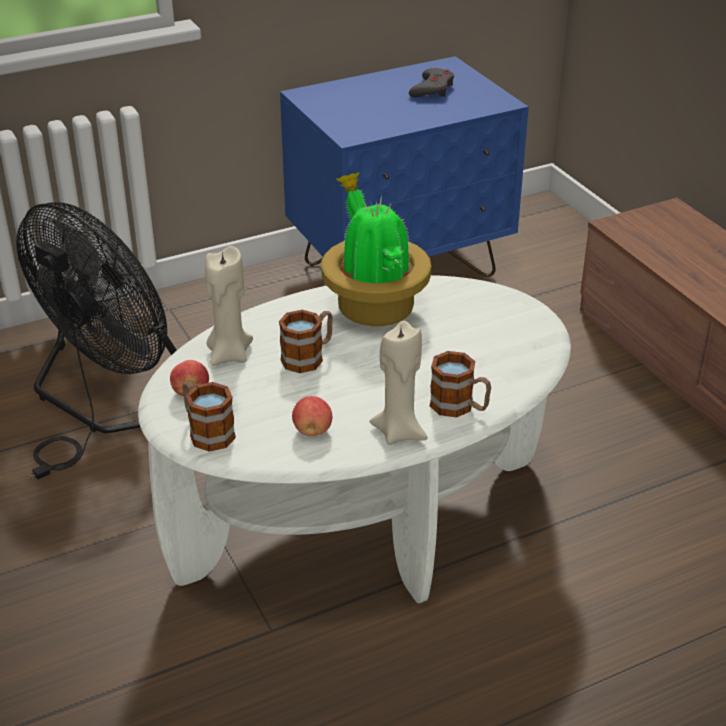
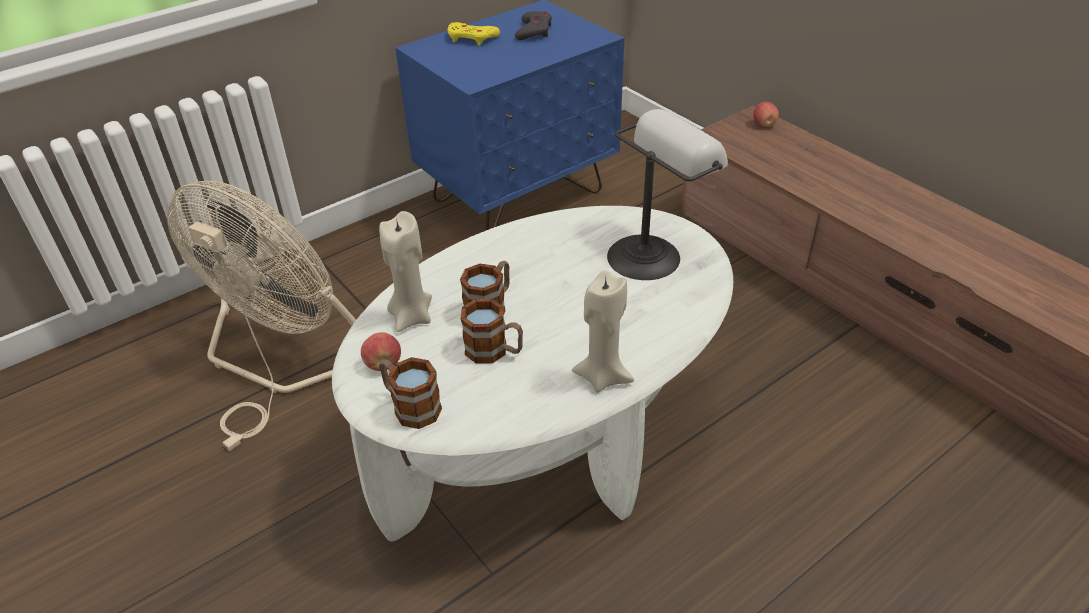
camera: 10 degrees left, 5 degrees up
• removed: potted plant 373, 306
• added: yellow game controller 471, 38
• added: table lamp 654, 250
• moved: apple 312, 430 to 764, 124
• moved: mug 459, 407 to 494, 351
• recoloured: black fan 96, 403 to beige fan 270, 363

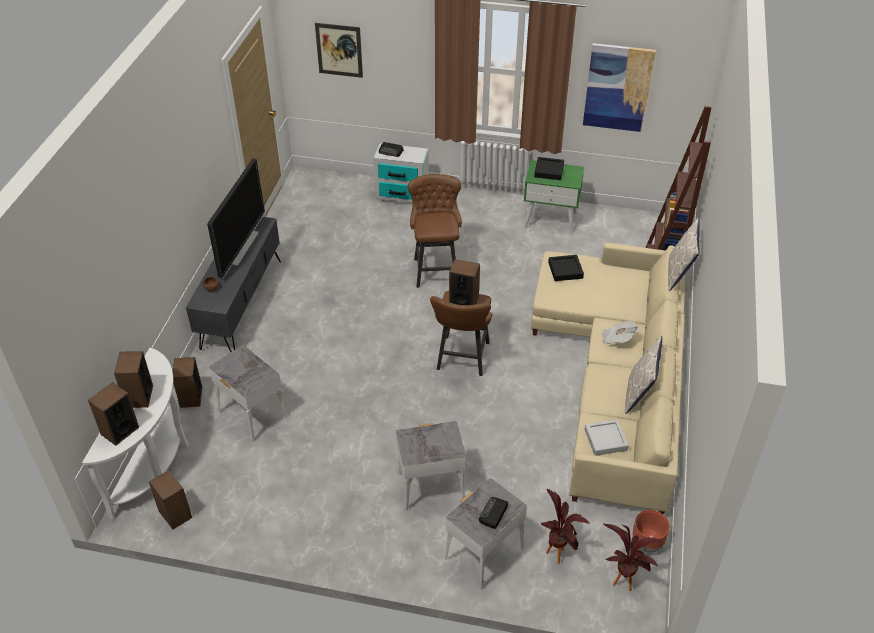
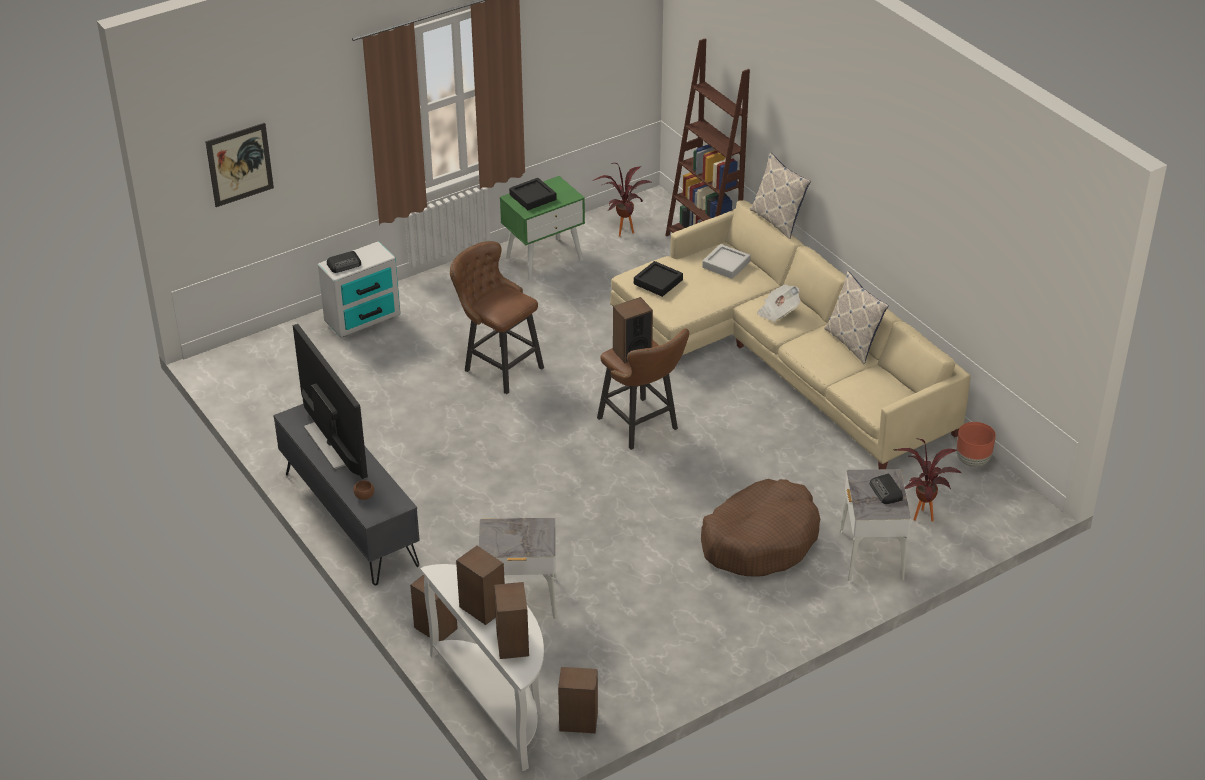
camera: 45 degrees left, 5 degrees down
• removed: picture 618, 87
• moved: grey tray 605, 440 to 726, 264
• moved: potted plant 623, 578 to 621, 230
• replaced: side table 429, 486 to brown dog bed 760, 540

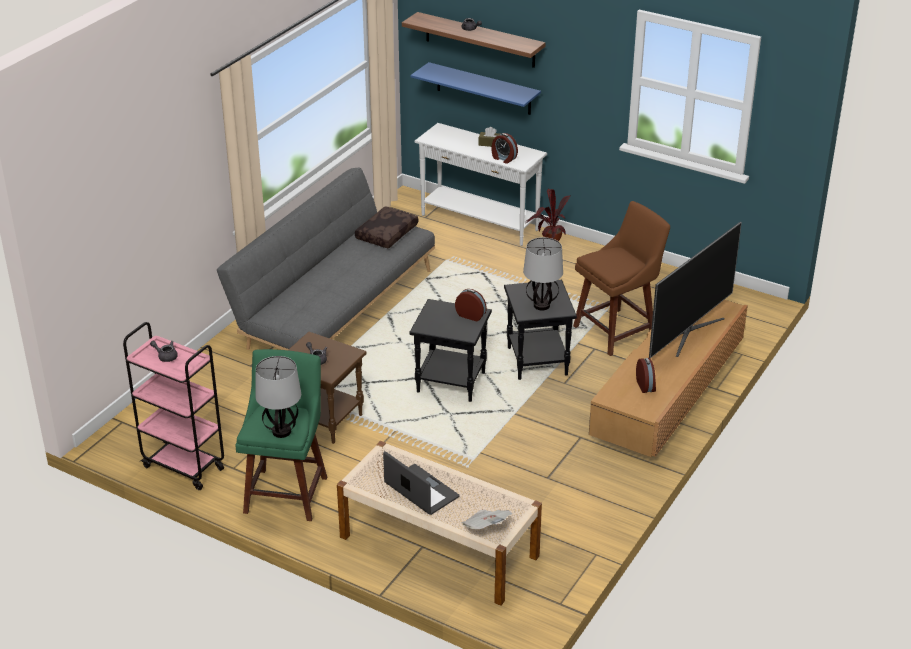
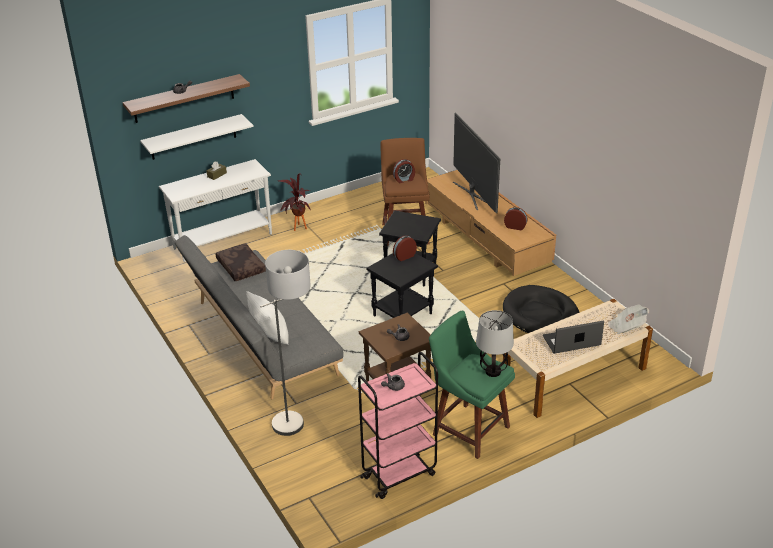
camera: 60 degrees left, 0 degrees up
• removed: table lamp 541, 306
• added: white pillow 270, 334
• added: grey floor lamp 296, 421
• added: black dog bed 541, 315
• moved: alarm clock 503, 158 to 404, 179
• recoloured: blue shelf 483, 89 to white shelf 193, 137

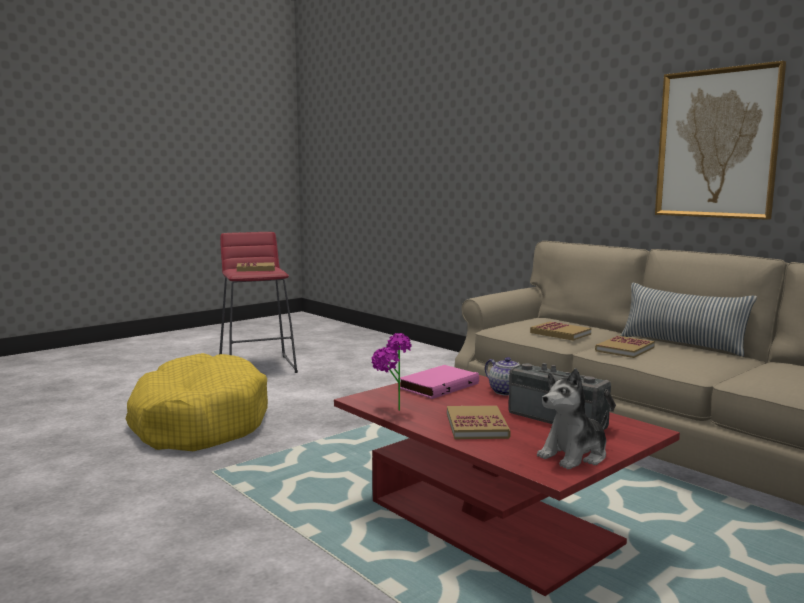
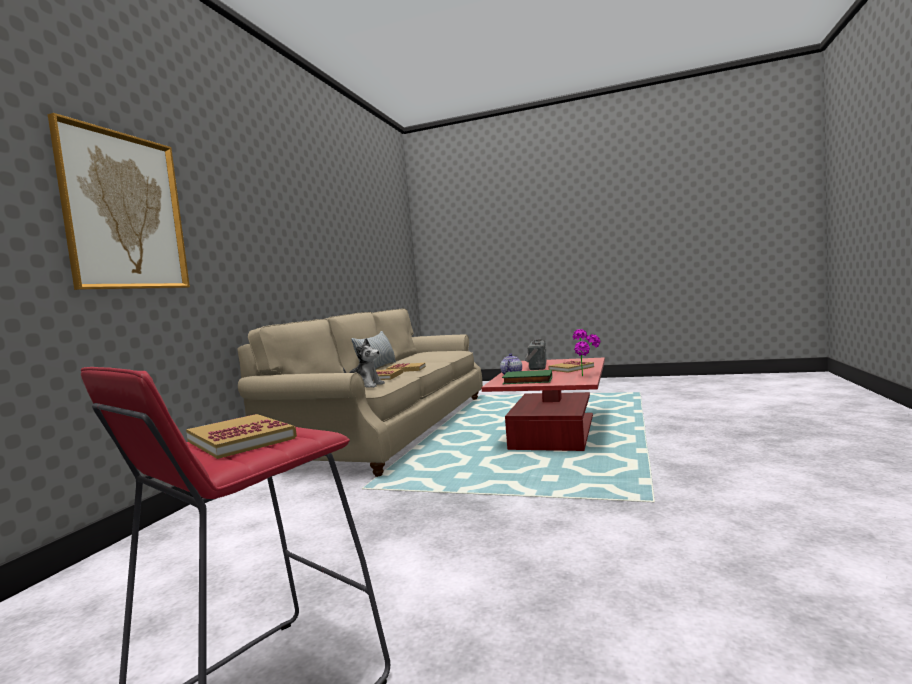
camera: 120 degrees left, 5 degrees down
• removed: yellow dog bed 199, 422
• moved: plush toy 574, 455 to 365, 385
• moved: picture 717, 144 to 124, 212
• recoloured: pink book 438, 385 to green book 527, 381

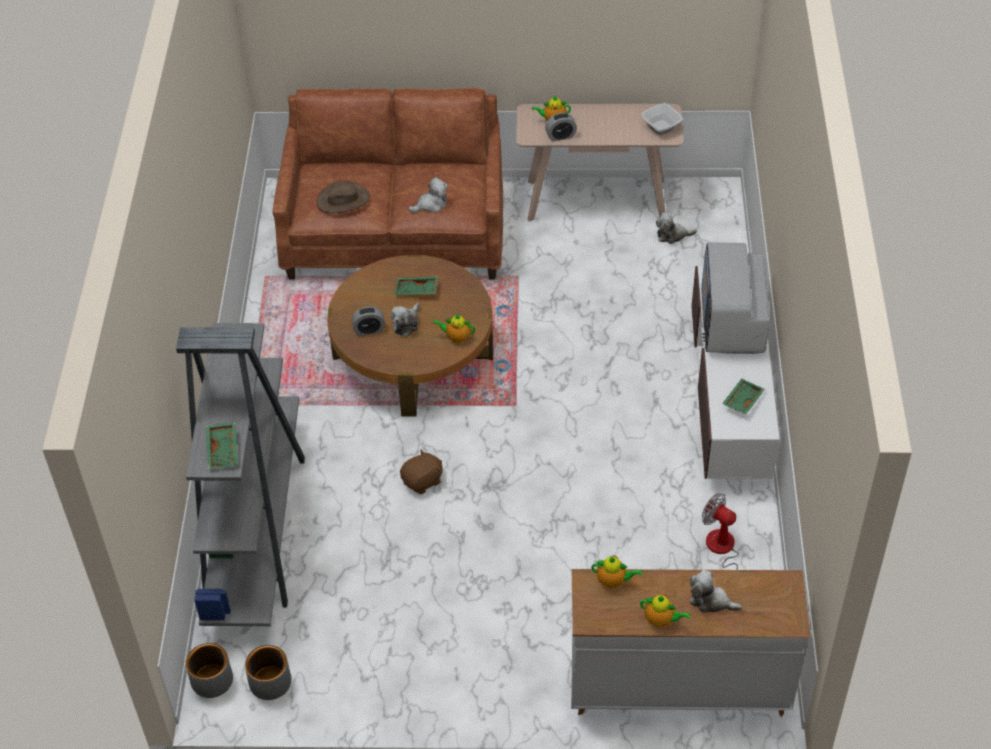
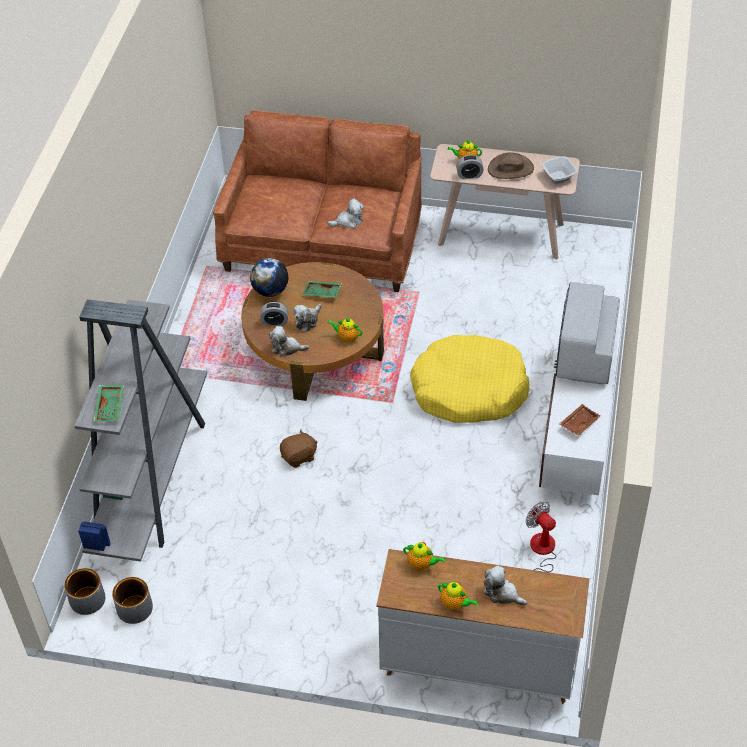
camera: 10 degrees right, 0 degrees up
• added: globe 270, 291
• added: yellow dog bed 469, 389
• moved: brown hat 343, 200 to 510, 168
• moved: plush toy 672, 235 to 287, 348
• recoloured: green tray 742, 400 to brown tray 578, 423

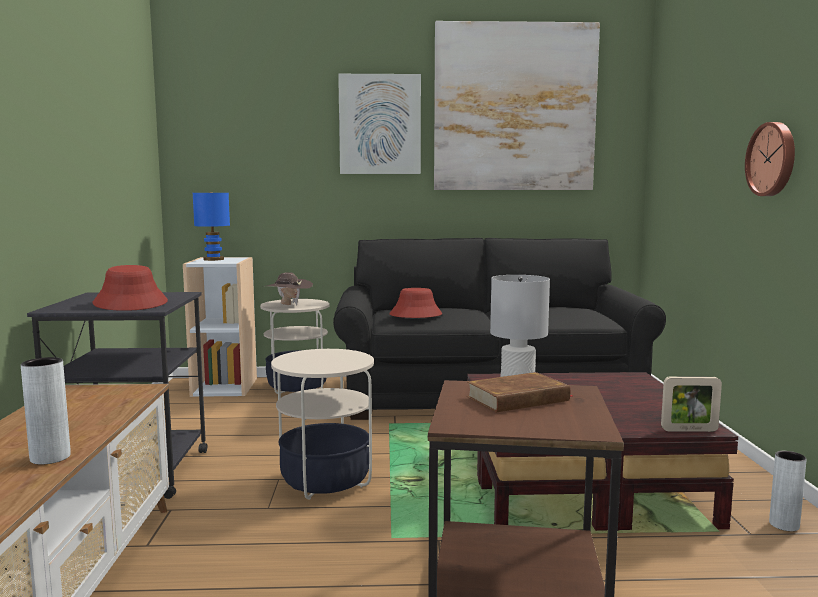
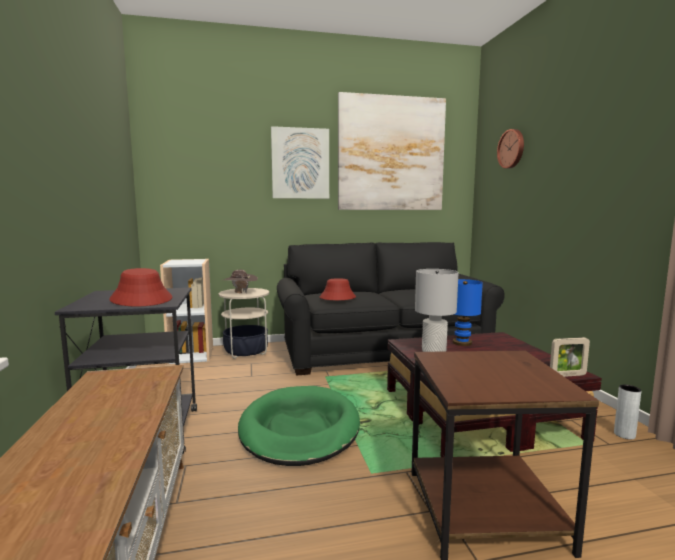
camera: 10 degrees left, 0 degrees up
• removed: grey vase 50, 457
• removed: brown book 518, 399
• moved: blue table lamp 213, 259 to 462, 343
• moved: wall clock 773, 159 to 512, 149
• replaced: beige side table 325, 482 to green dog bed 299, 429

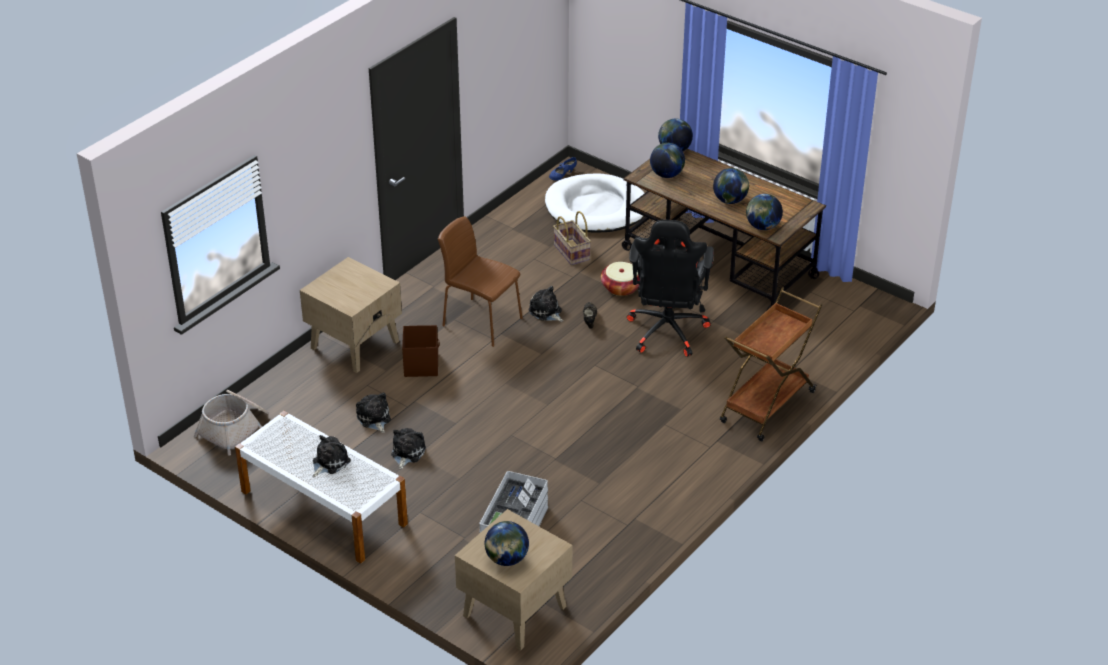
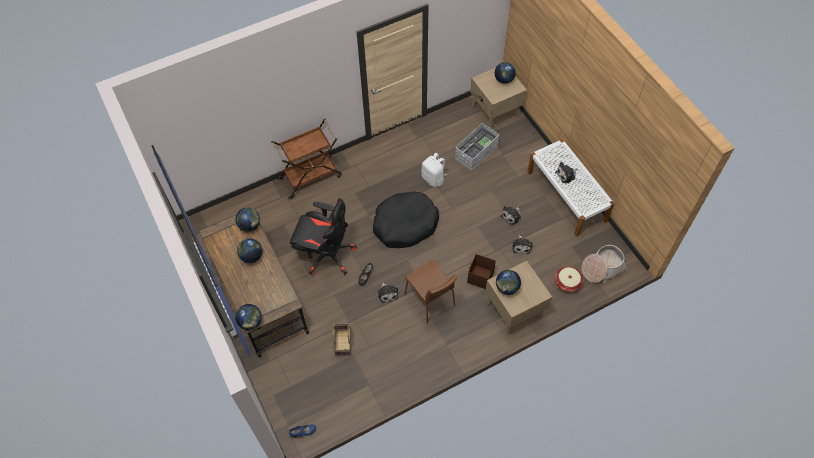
camera: 155 degrees left, 20 degrees up
• removed: white dog bed 596, 208
• added: black dog bed 405, 224
• added: white backpack 433, 179
• moved: basket 621, 287 to 567, 283
• moved: globe 666, 175 to 507, 288
• turned: black office chair 668, 326 = 324, 254 75 degrees clockwise

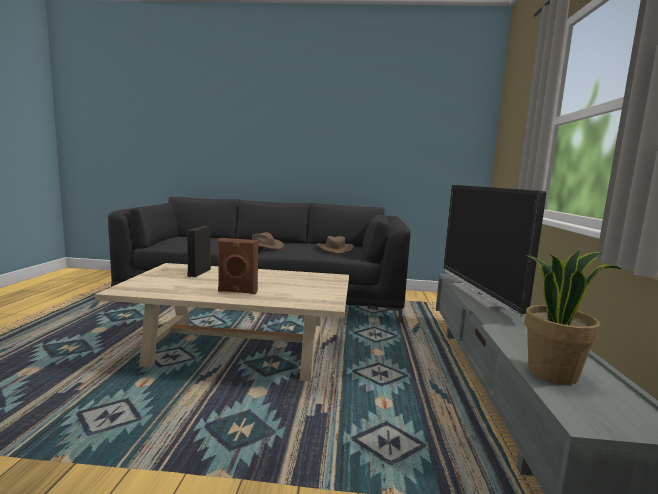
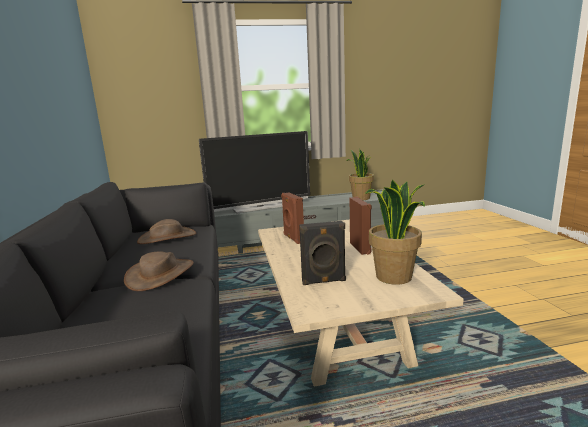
camera: 105 degrees left, 5 degrees up
• added: brown speaker 293, 238
• added: potted plant 394, 277

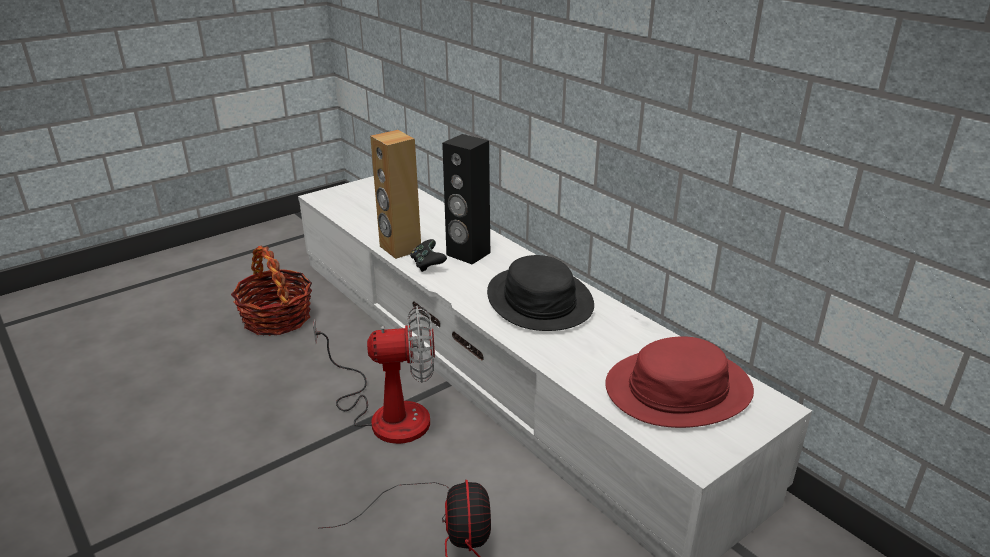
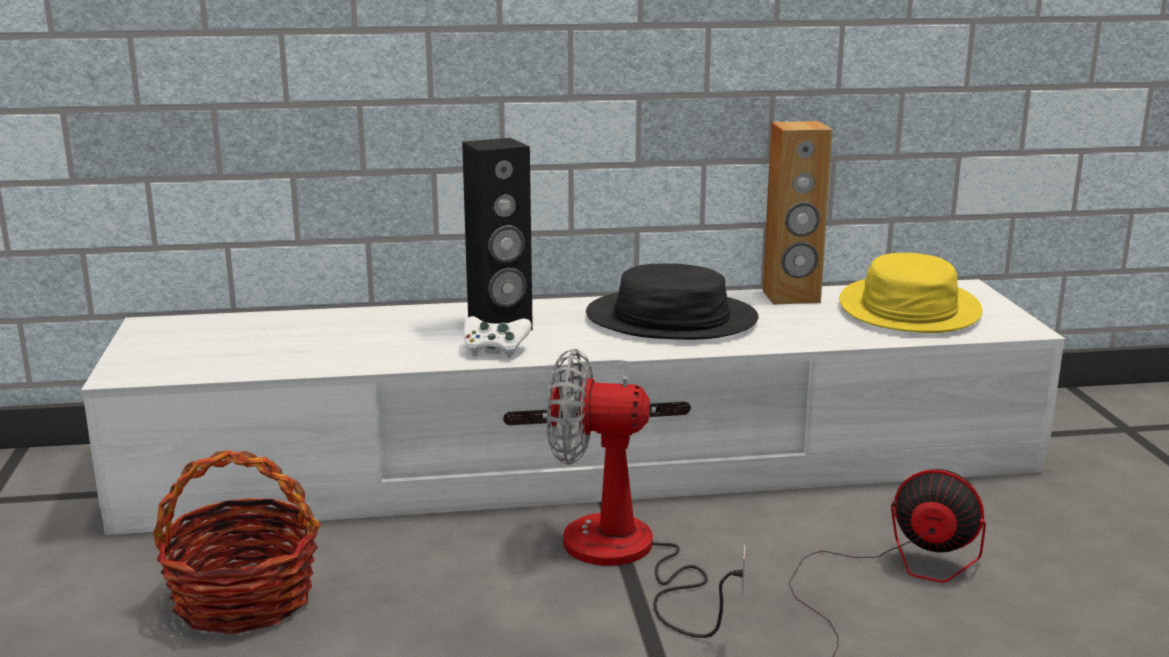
camera: 60 degrees left, 10 degrees down
• moved: brown speaker 400, 248 to 791, 297
• recoloured: black game controller 427, 264 to white game controller 495, 351
• recoloured: red hat 677, 389 to yellow hat 908, 309
• turned: fan 386, 412 = 626, 558 105 degrees counterclockwise

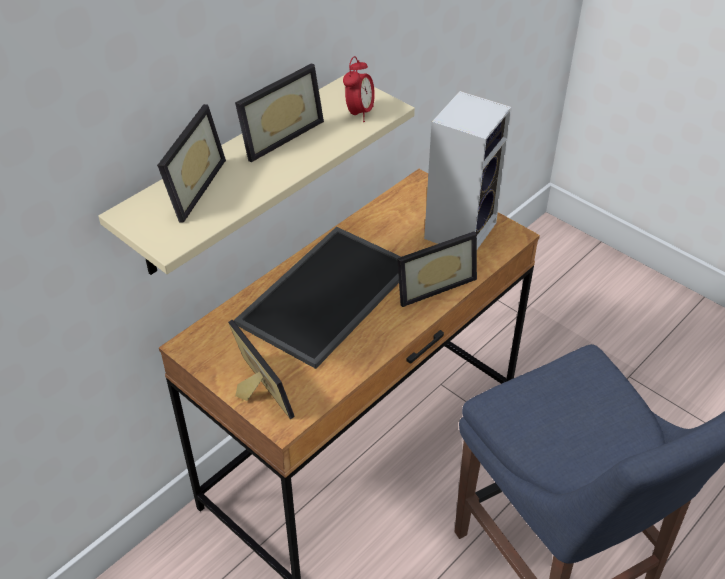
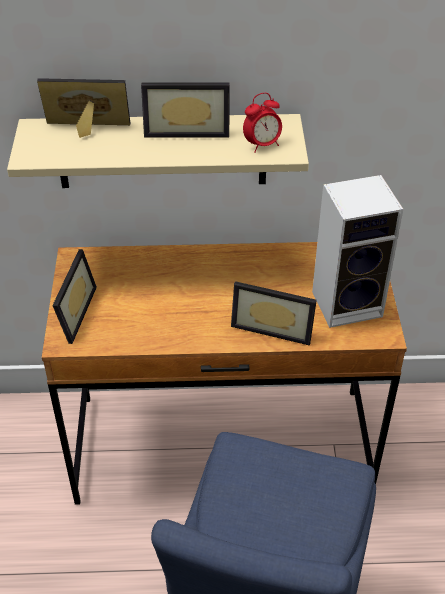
camera: 45 degrees right, 0 degrees up
• removed: tray 325, 292
• turned: picture frame 187, 187 = 86, 131 150 degrees counterclockwise

